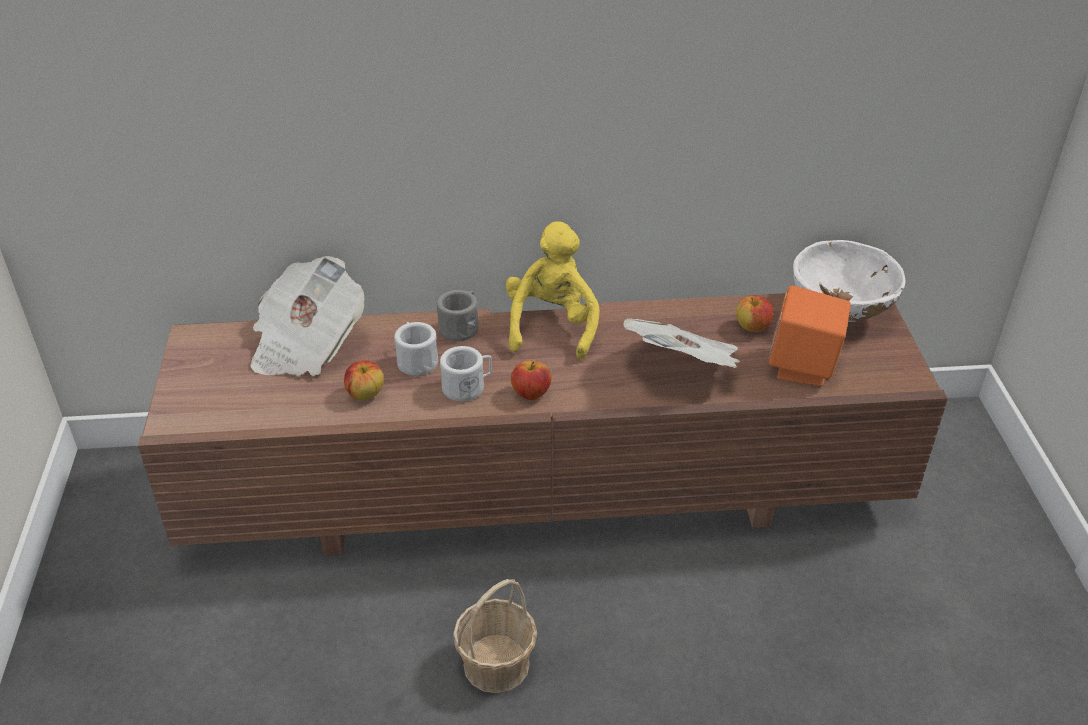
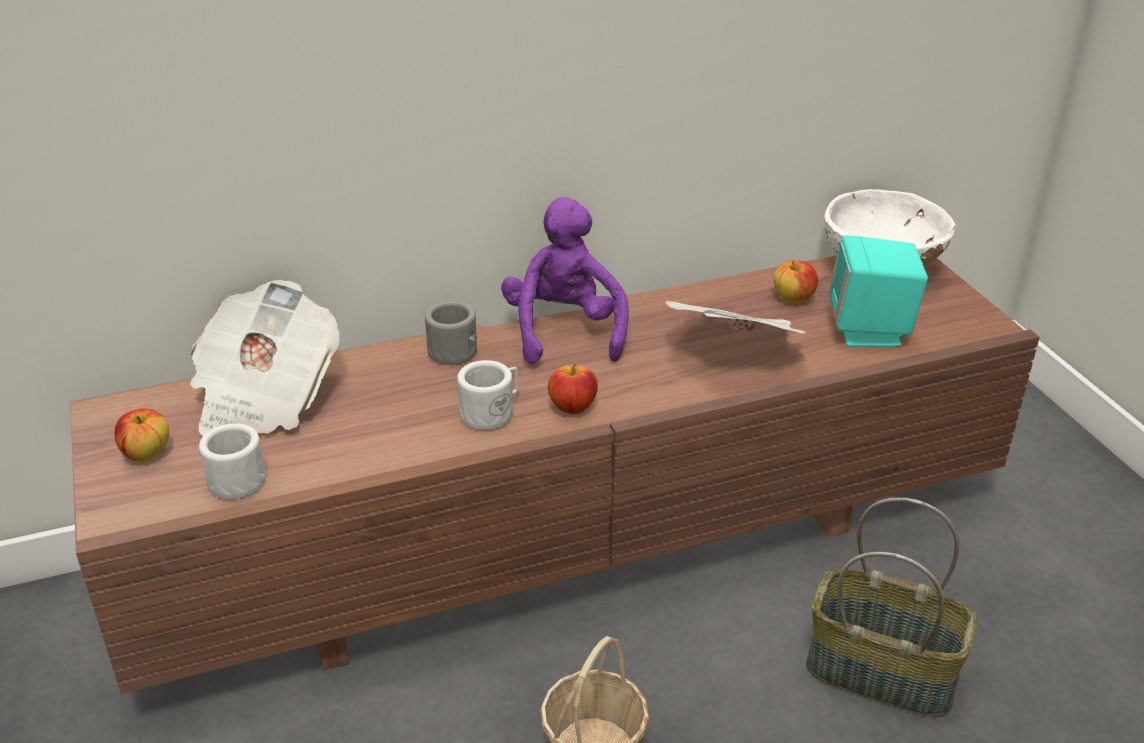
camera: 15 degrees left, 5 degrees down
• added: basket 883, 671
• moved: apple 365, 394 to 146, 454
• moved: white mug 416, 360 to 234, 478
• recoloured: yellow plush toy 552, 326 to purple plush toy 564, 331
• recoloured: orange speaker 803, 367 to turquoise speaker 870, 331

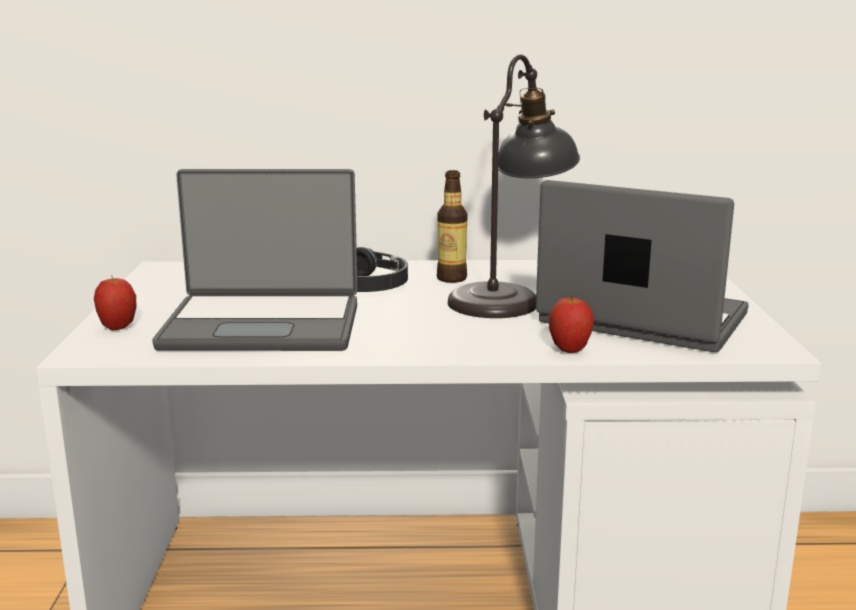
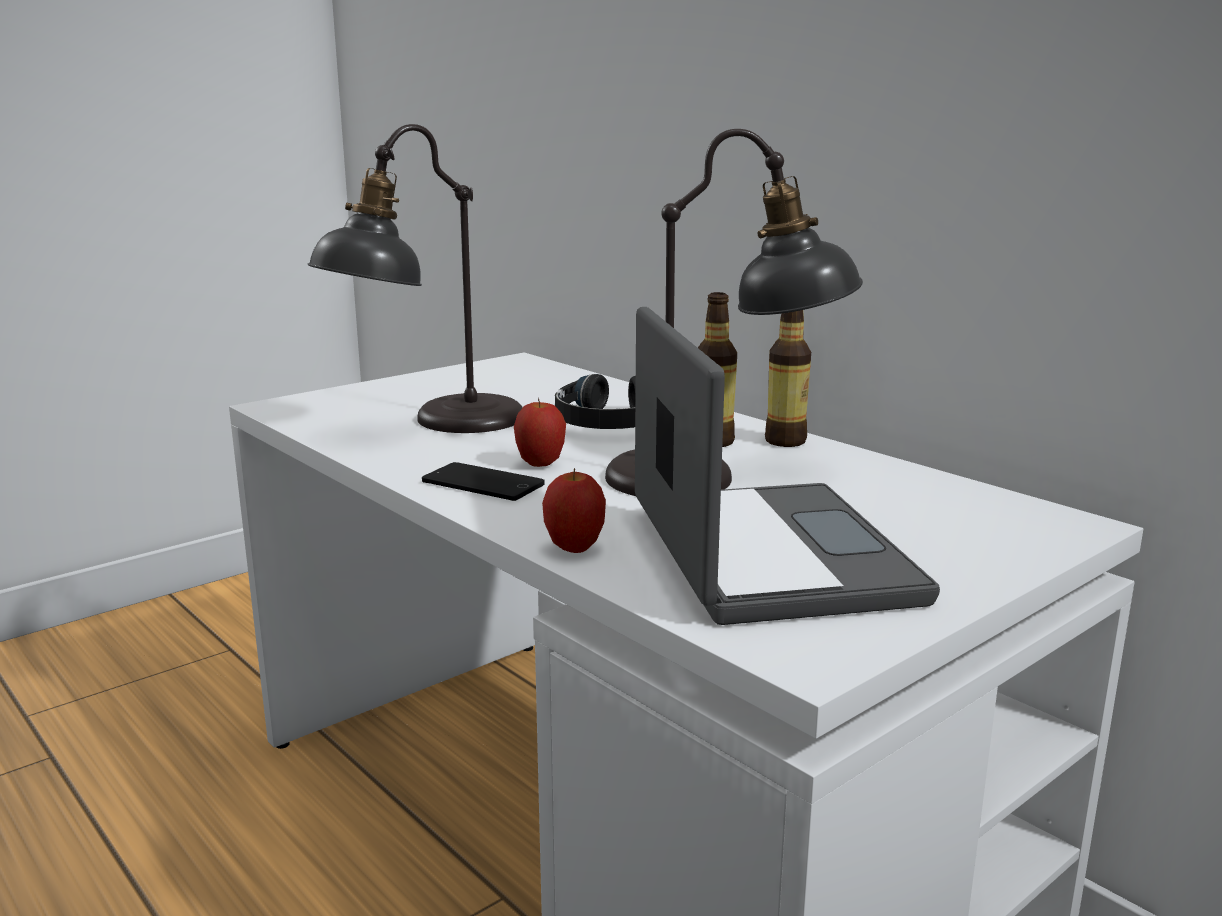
camera: 50 degrees right, 0 degrees up
• added: phone 482, 483
• added: bottle 785, 441
• moved: apple 118, 328 to 540, 464
• replaced: laptop 263, 325 to grey table lamp 430, 426

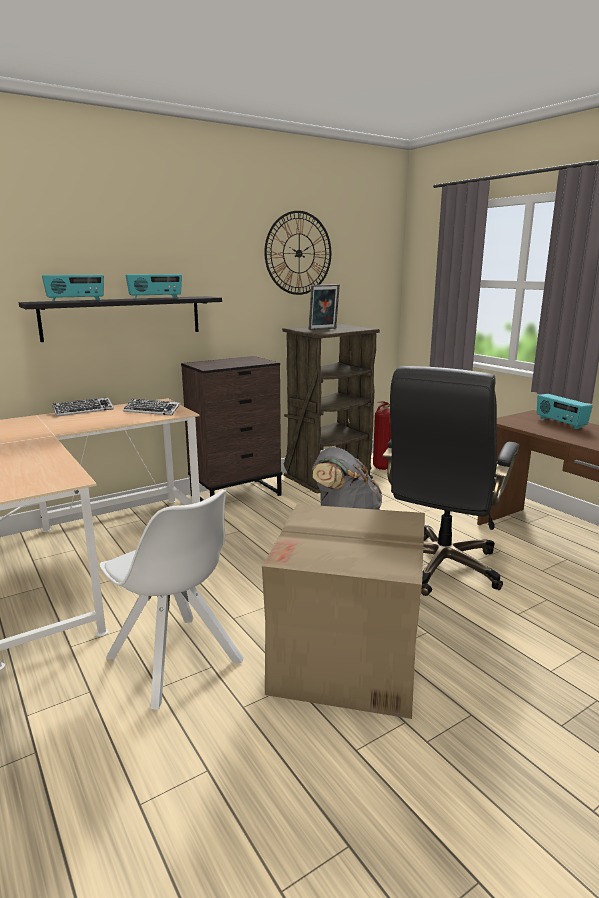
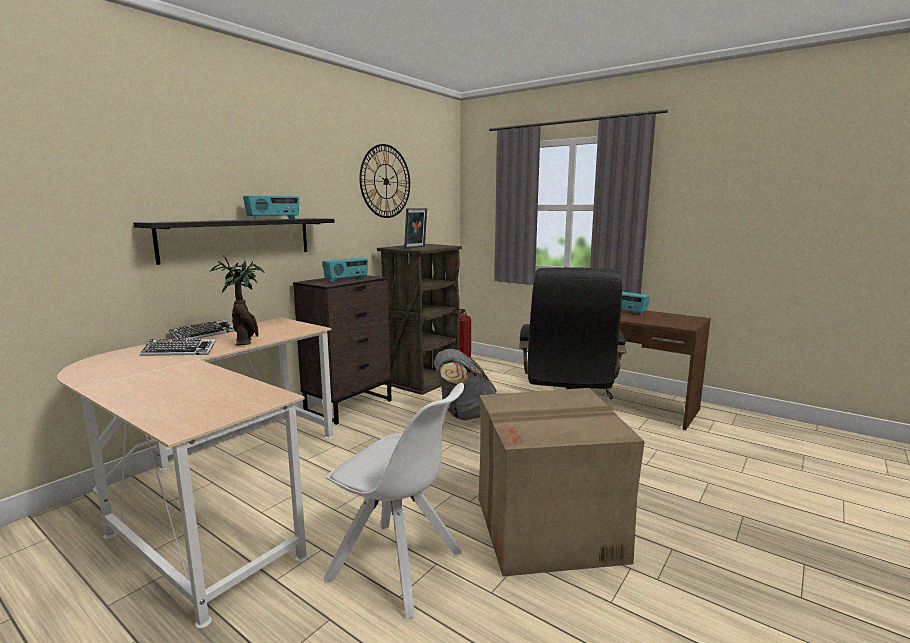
camera: 20 degrees left, 5 degrees down
• added: potted plant 246, 342
• moved: radio 76, 300 to 346, 279
• moved: keyboard 152, 411 to 179, 352

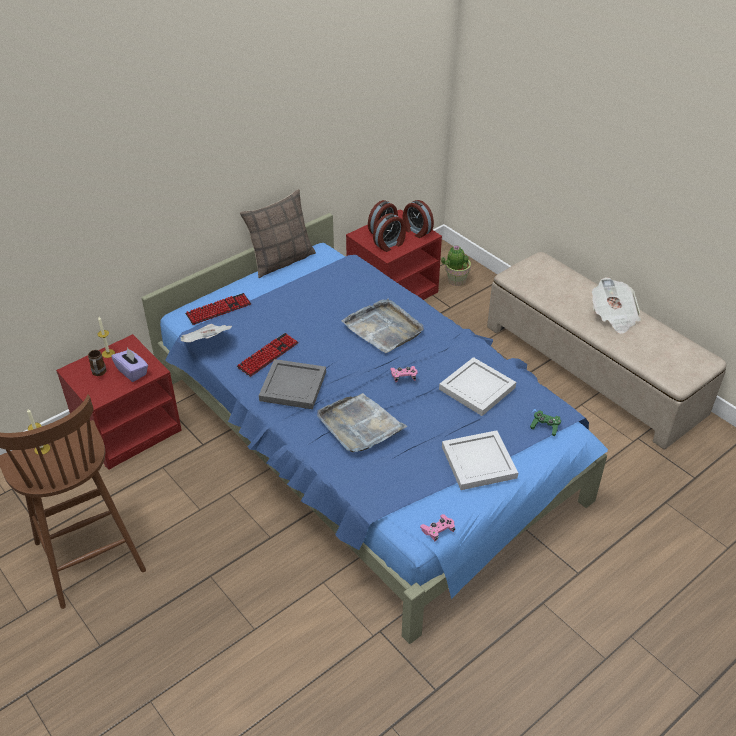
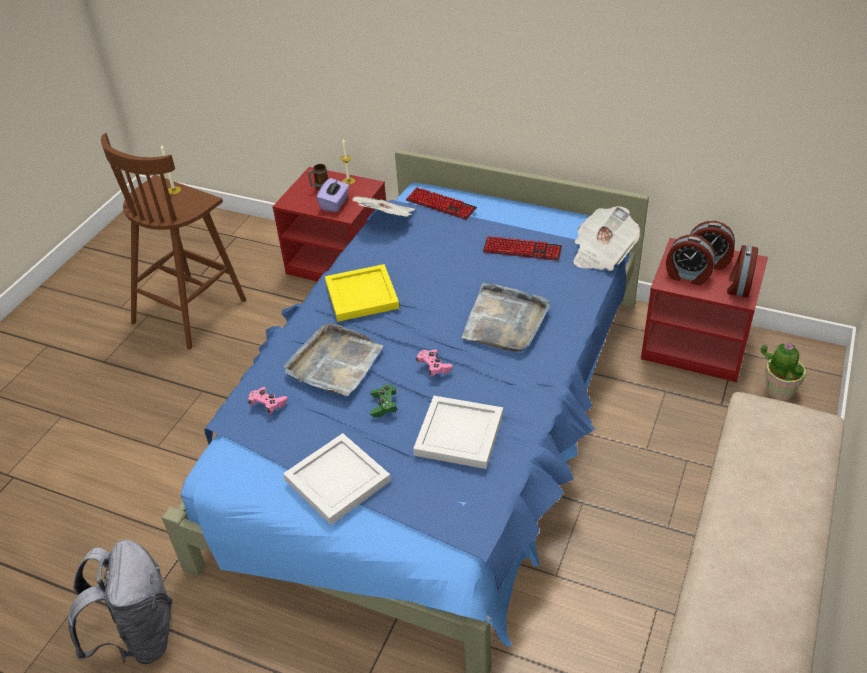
camera: 65 degrees right, 0 degrees up
• removed: pillow 281, 260
• added: grey backpack 139, 636
• moved: keyboard 268, 355 to 522, 250
• moved: pink game controller 438, 531 to 268, 404
• moved: green game controller 545, 427 to 384, 405
• moved: newspaper 613, 316 to 602, 254
• recoloured: grey tray 292, 385 to yellow tray 362, 294

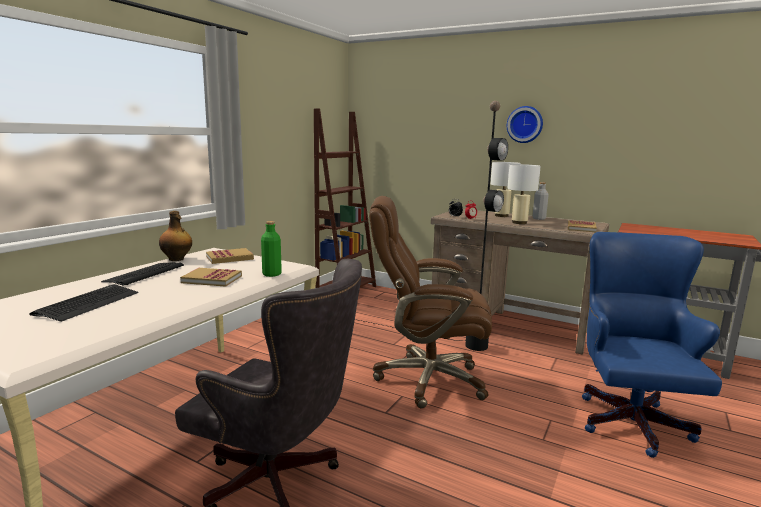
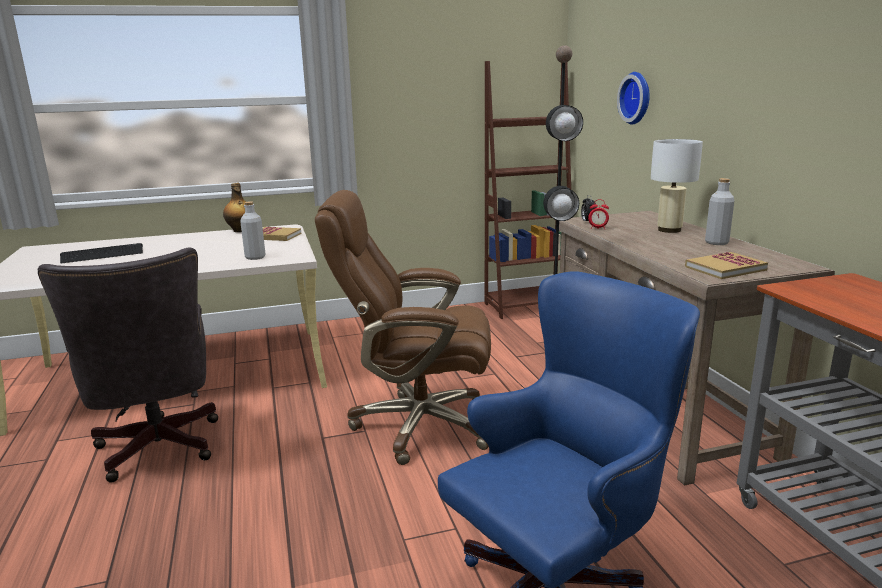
camera: 45 degrees right, 5 degrees up
• removed: keyboard 145, 274
• removed: book 212, 279
• removed: white table lamp 519, 223
• moved: wall clock 525, 124 to 637, 98
• recoloured: green bottle 272, 274 to grey bottle 255, 257
• turned: brown office chair 425, 380 = 416, 426 45 degrees counterclockwise

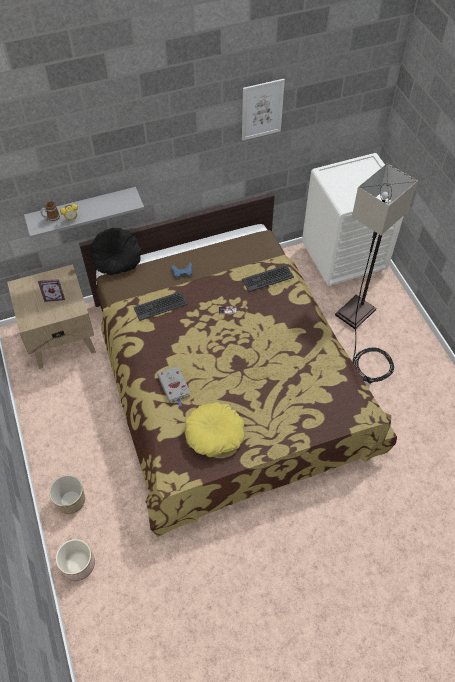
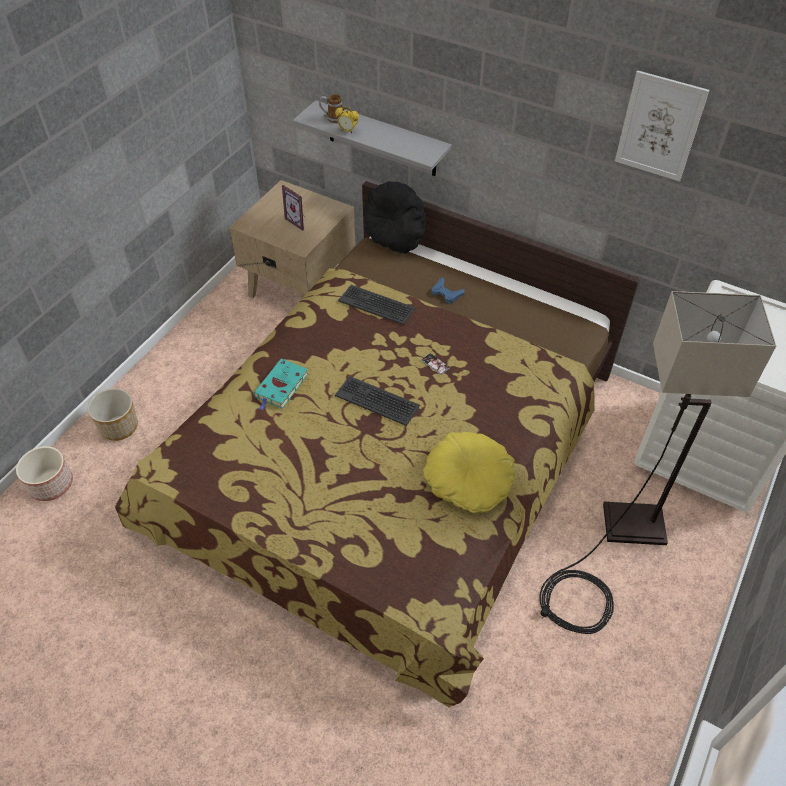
camera: 50 degrees right, 5 degrees down
• moved: yellow pillow 214, 433 to 470, 478
• moved: keyboard 267, 278 to 377, 400
• recoloured: grey book 174, 386 to turquoise book 281, 387

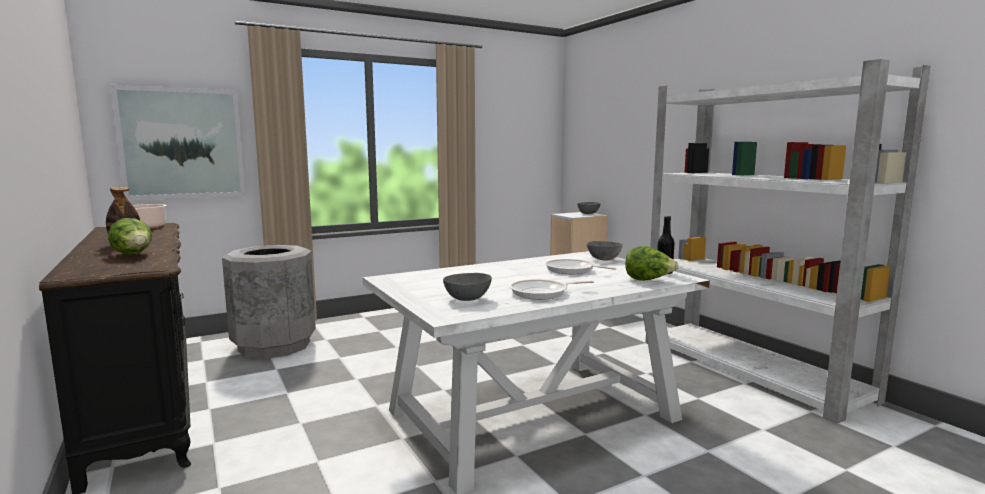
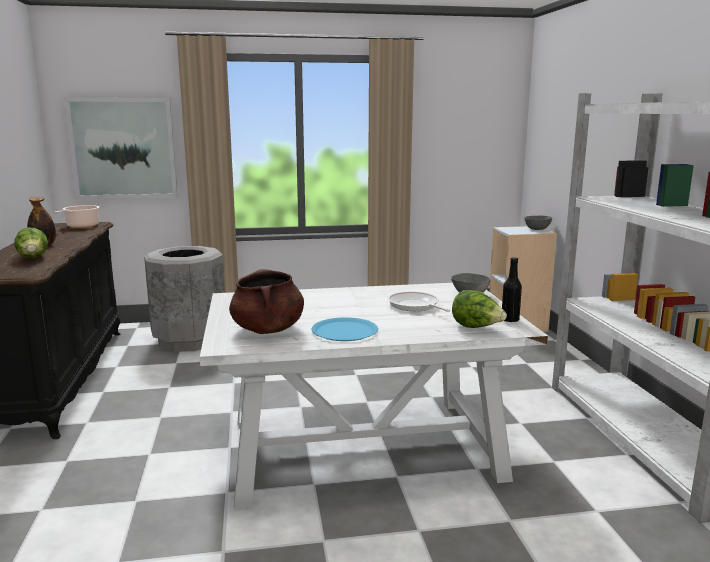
camera: 20 degrees right, 5 degrees up
• replaced: grey bowl 468, 299 to brown cooking pot 268, 329
• replaced: frying pan 542, 293 to blue plate 344, 331

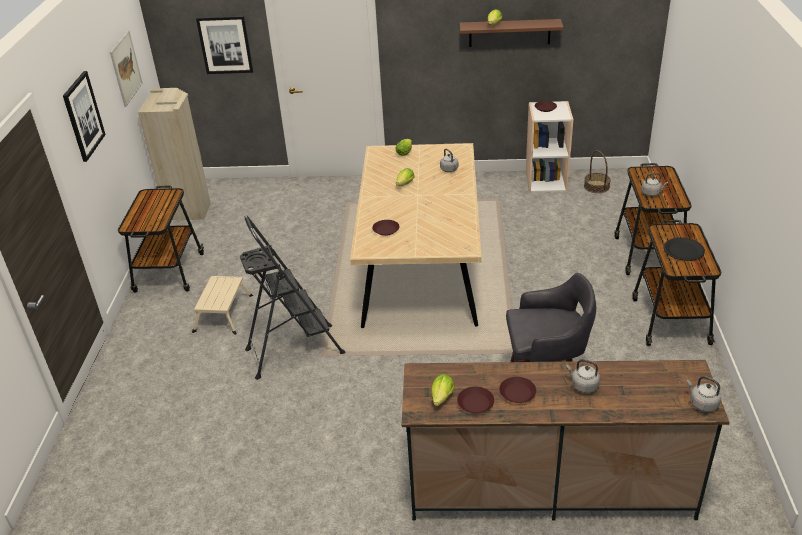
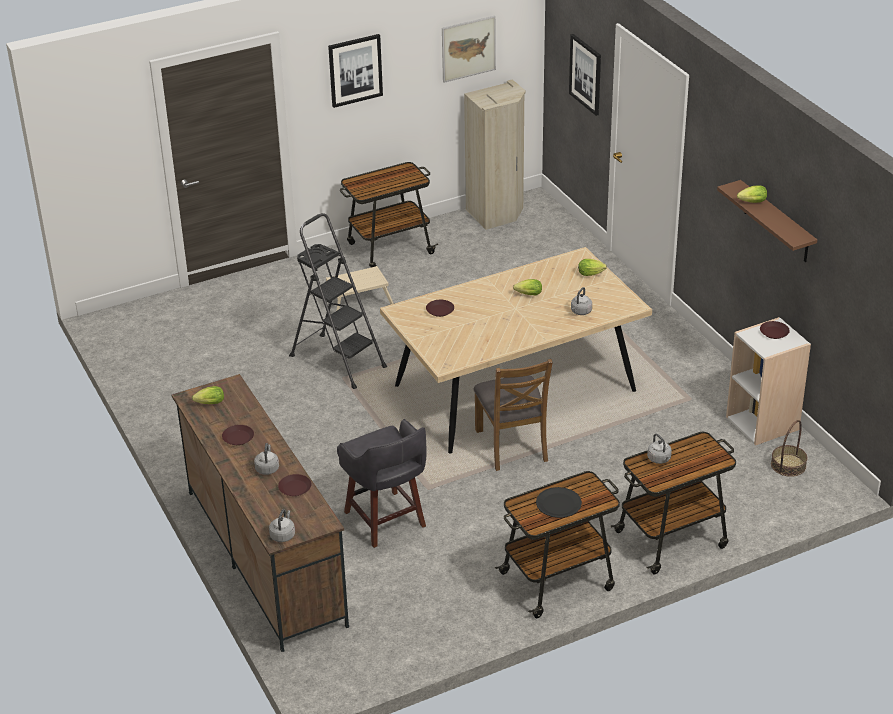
camera: 60 degrees right, 0 degrees up
• added: brown chair 512, 445
• moved: brown plate 475, 403 to 294, 488

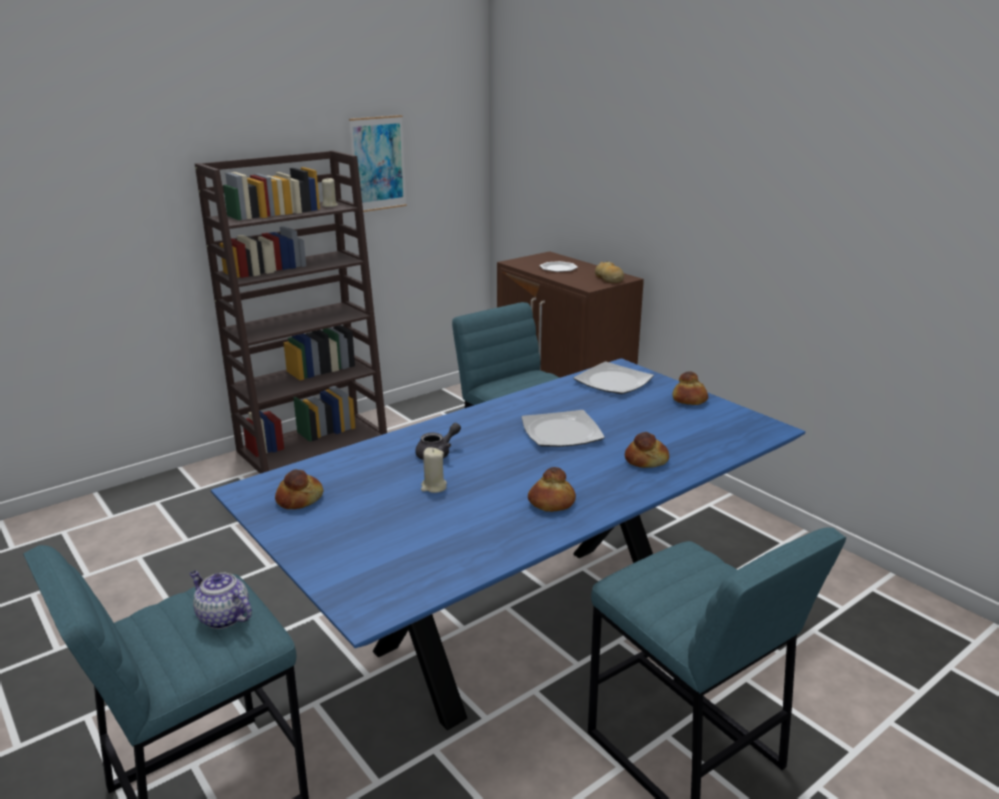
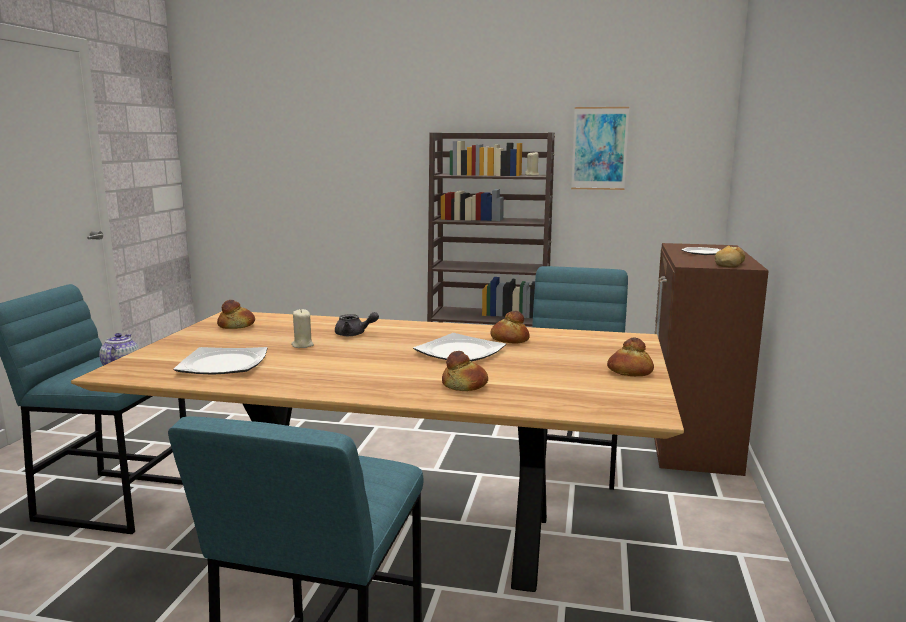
camera: 50 degrees right, 10 degrees down
• moved: bread 551, 503 to 509, 339
• moved: plate 612, 381 to 222, 364
• recoloured: blue dining table 525, 626 to brown dining table 398, 534

